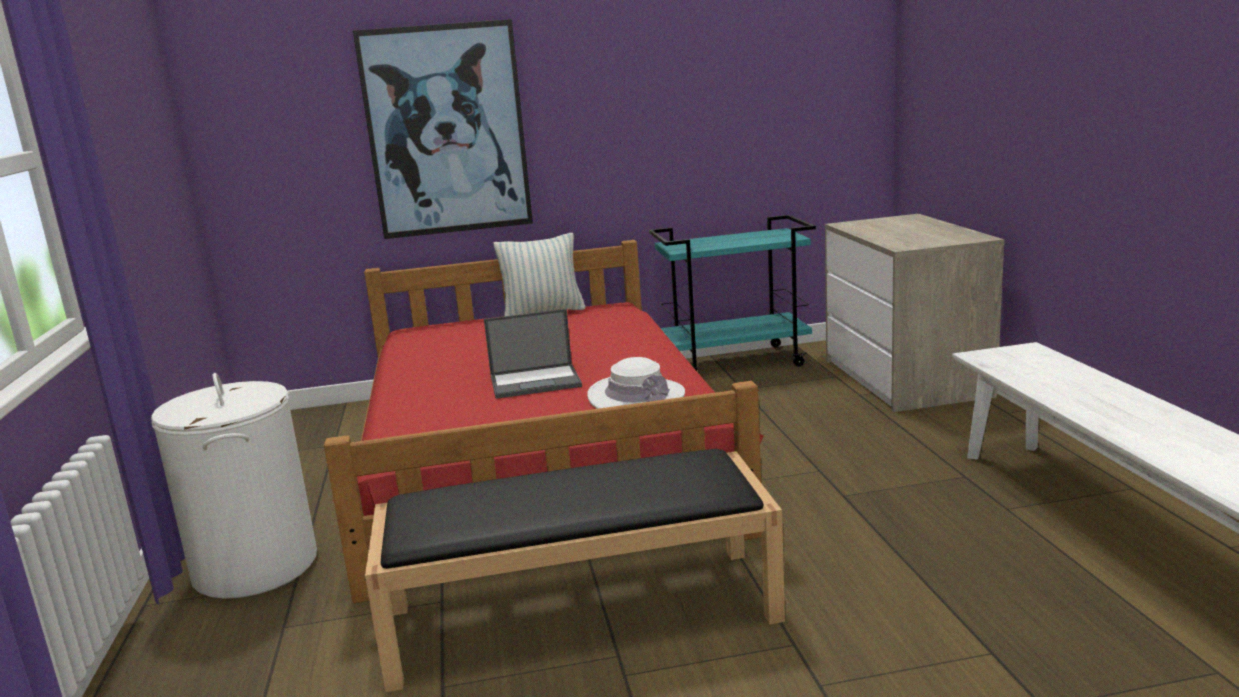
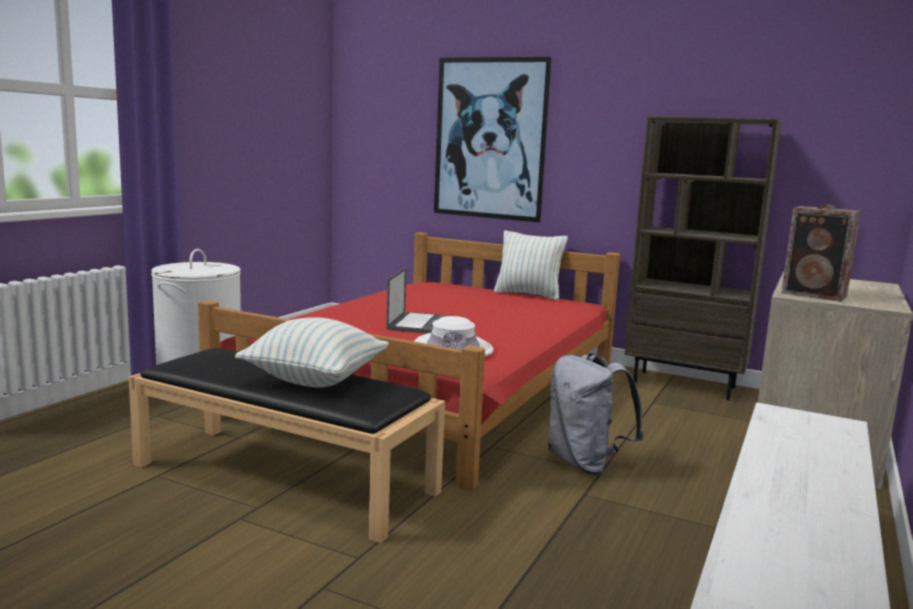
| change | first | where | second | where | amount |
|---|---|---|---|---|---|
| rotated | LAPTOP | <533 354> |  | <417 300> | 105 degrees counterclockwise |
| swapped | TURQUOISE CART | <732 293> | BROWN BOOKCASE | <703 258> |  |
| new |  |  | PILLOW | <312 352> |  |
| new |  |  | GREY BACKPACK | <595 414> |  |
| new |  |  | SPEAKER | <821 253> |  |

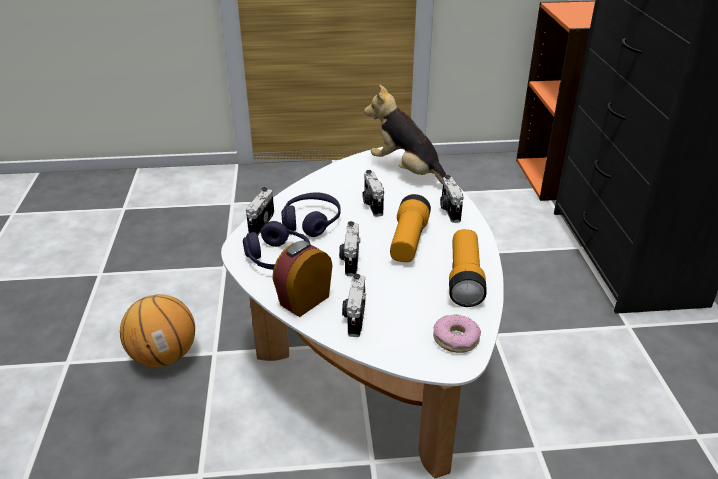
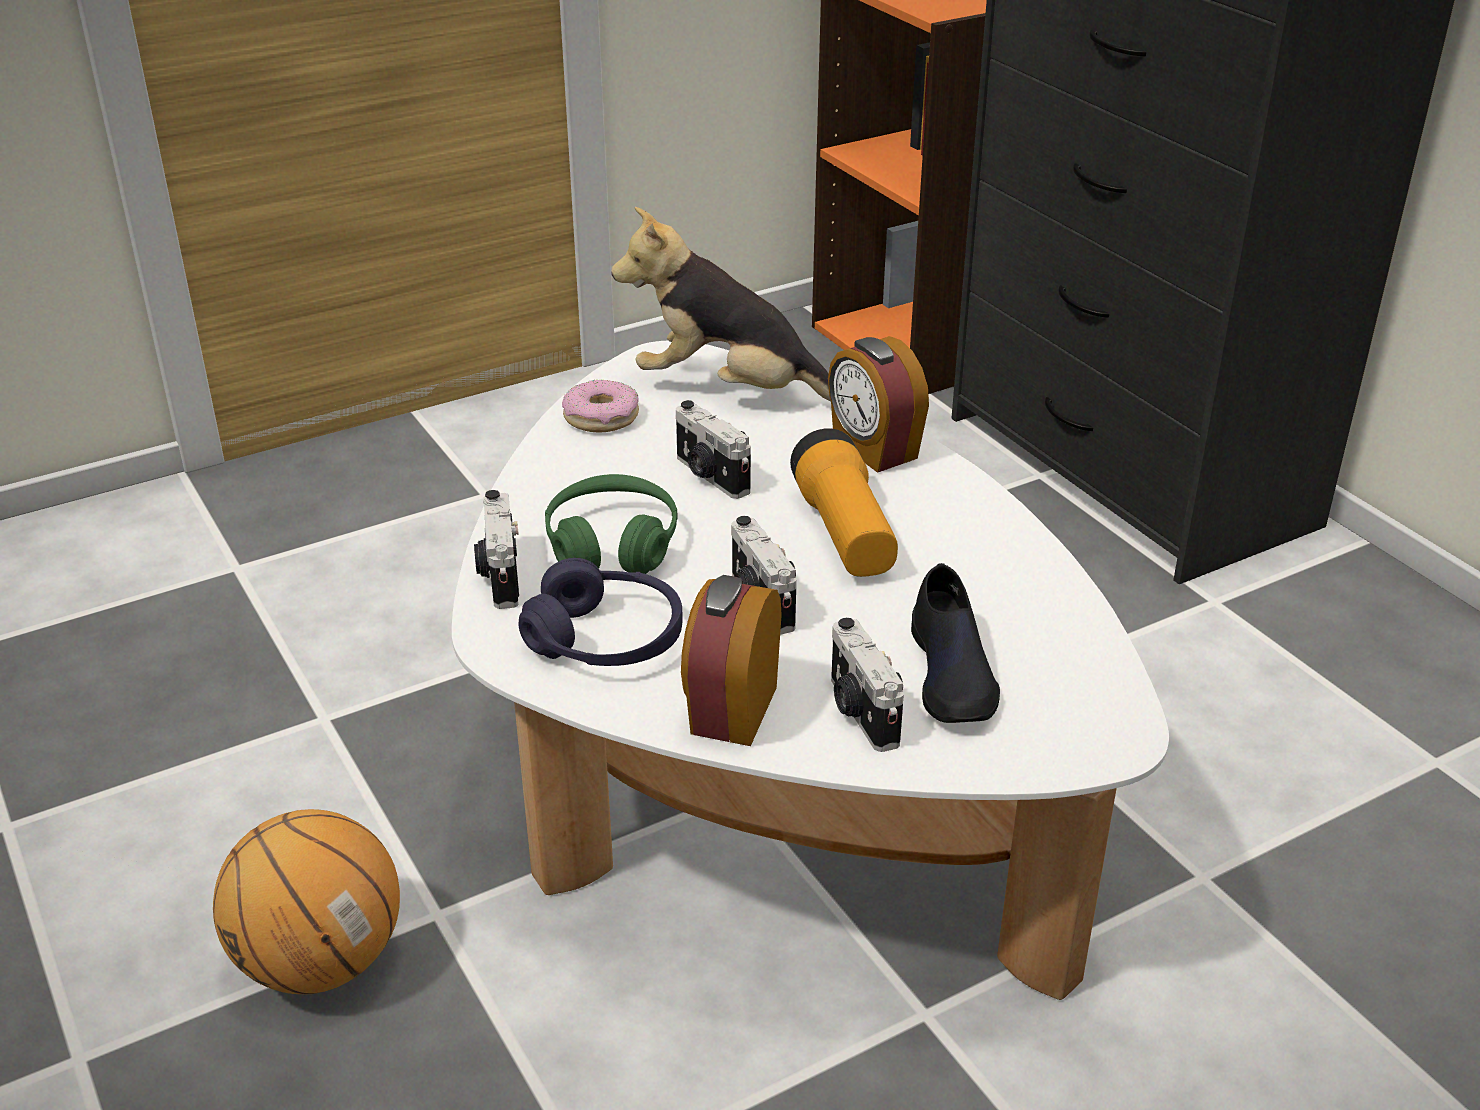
| change | first | where | second | where | amount |
|---|---|---|---|---|---|
| repainted | PURPLE HEADPHONES | <311 214> | GREEN HEADPHONES | <611 524> |  |
| shifted | DONUT | <457 333> |  | <600 406> |  |
| swapped | PHOTO CAMERA | <451 199> | ALARM CLOCK | <878 404> |  |
| gone | FLASHLIGHT | <468 268> |  |  |  |
| new |  |  | BLACK SHOE | <955 643> |  |

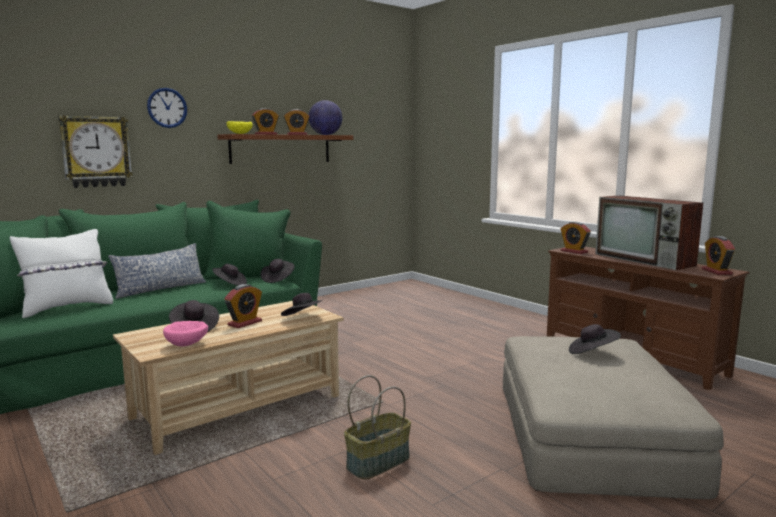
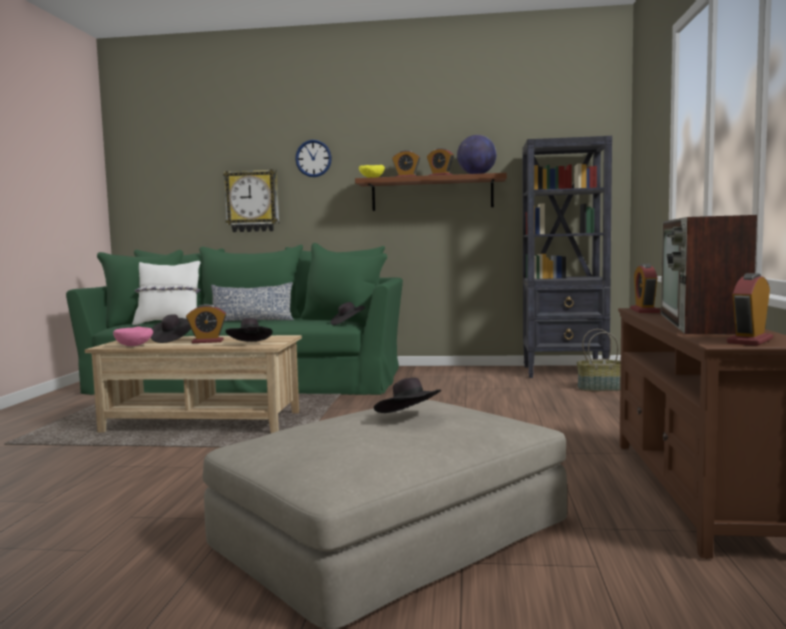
| change | first | where | second | where | amount |
|---|---|---|---|---|---|
| gone | BLACK HAT | <229 275> |  |  |  |
| shifted | BASKET | <377 427> |  | <599 360> |  |
| new |  |  | BLACK BOOKCASE | <567 257> |  |

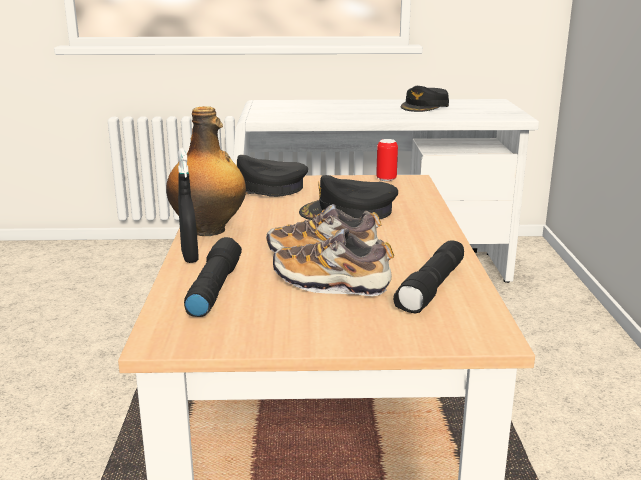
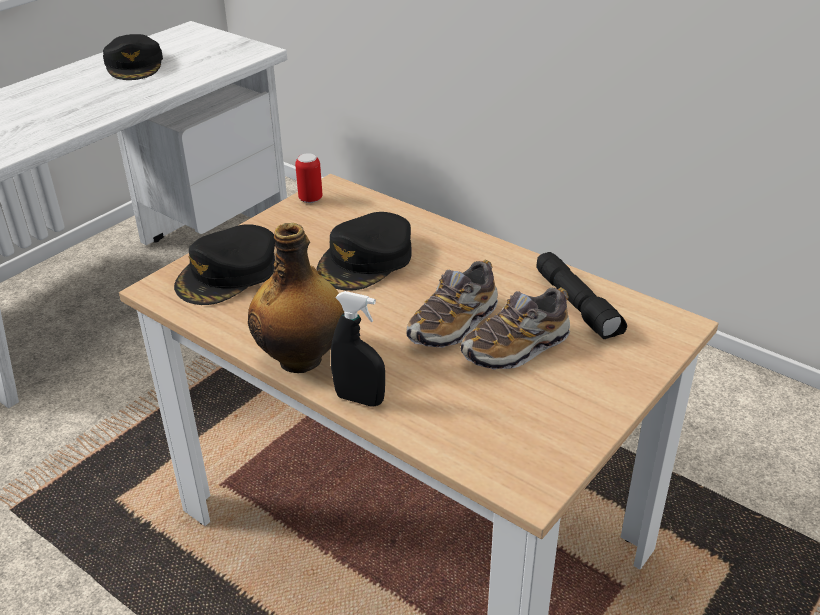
| change | first | where | second | where | amount |
|---|---|---|---|---|---|
| gone | BLACK FLASHLIGHT | <213 277> |  |  |  |

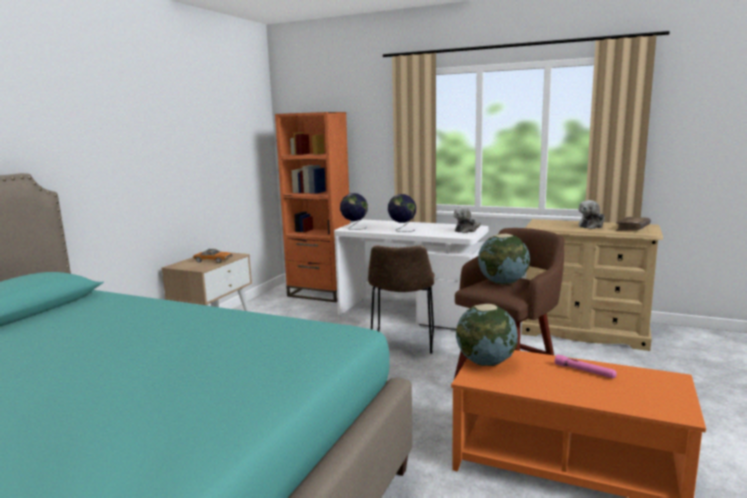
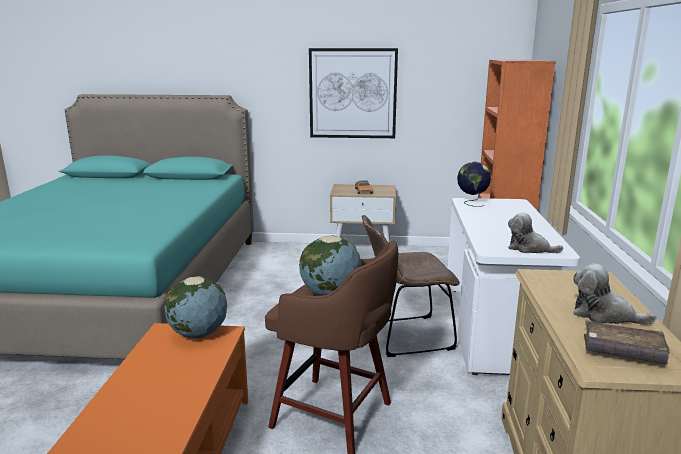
| change | first | where | second | where | amount |
|---|---|---|---|---|---|
| gone | GLOBE | <402 213> |  |  |  |
| gone | PINK FLASHLIGHT | <586 366> |  |  |  |
| new |  |  | PICTURE | <353 93> |  |

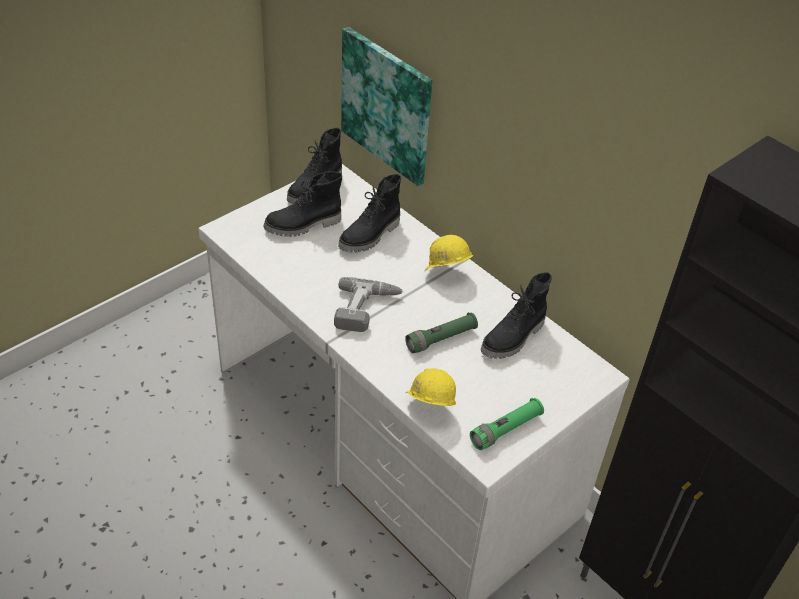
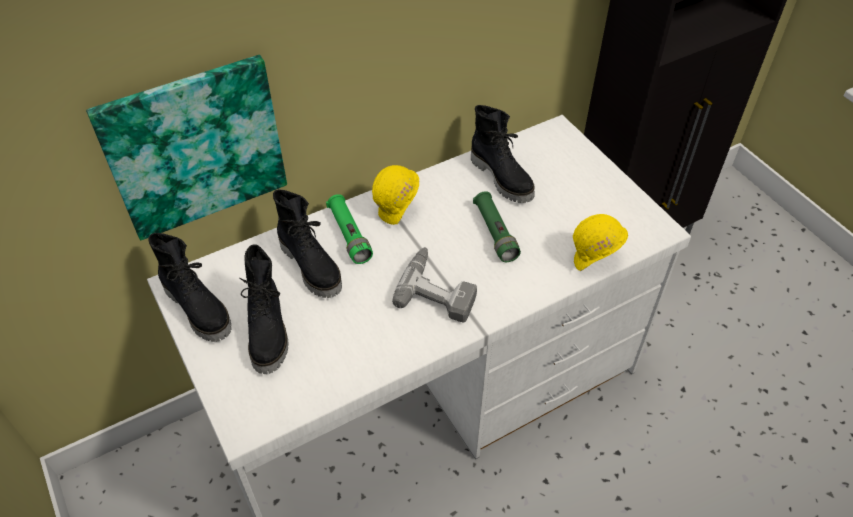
| change | first | where | second | where | amount |
|---|---|---|---|---|---|
| shifted | GREEN FLASHLIGHT | <507 424> |  | <349 229> |  |

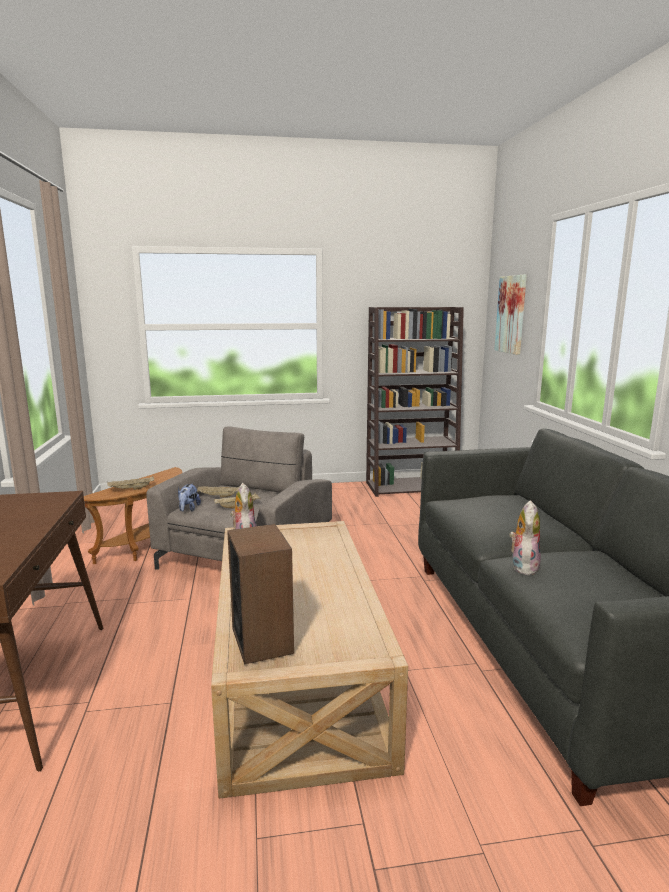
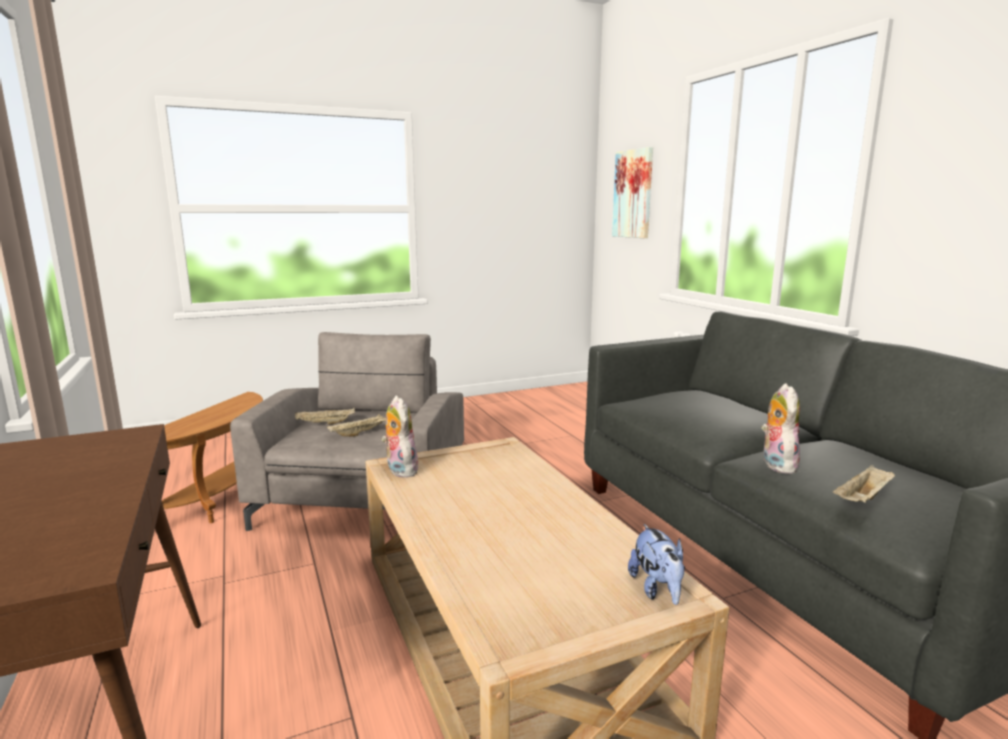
| change | first | where | second | where | amount |
|---|---|---|---|---|---|
| shifted | BEIGE TRAY | <130 483> |  | <864 484> |  |
| shifted | PLUSH TOY | <189 497> |  | <656 564> |  |
| gone | SPEAKER | <260 594> |  |  |  |
| gone | BROWN BOOKCASE | <415 402> |  |  |  |

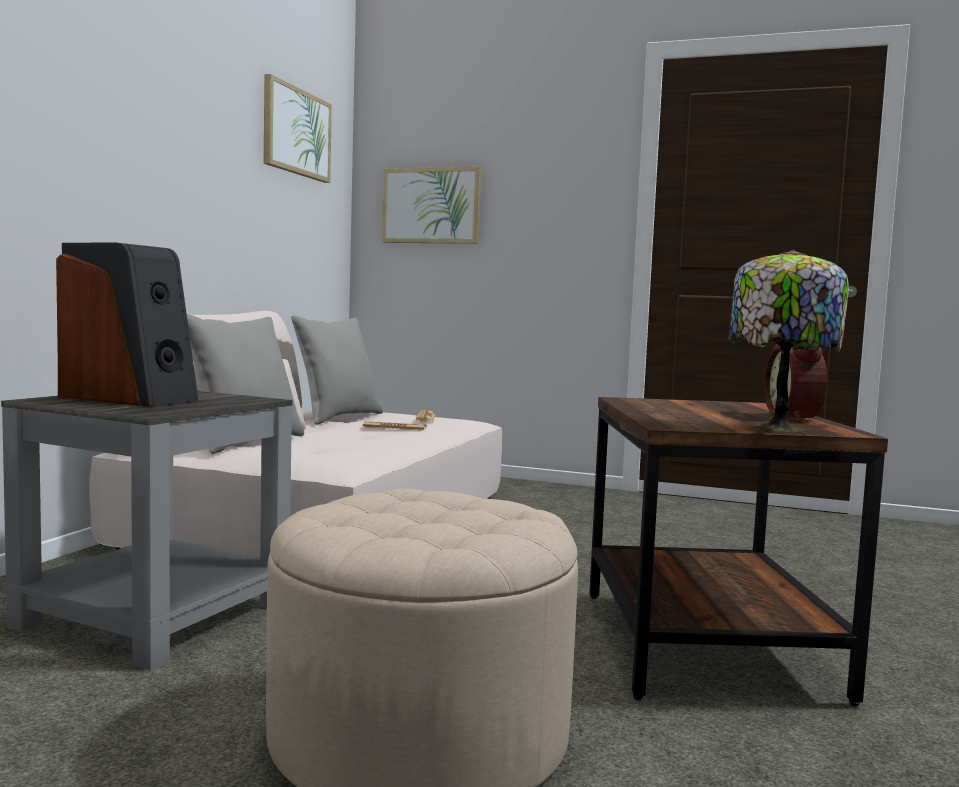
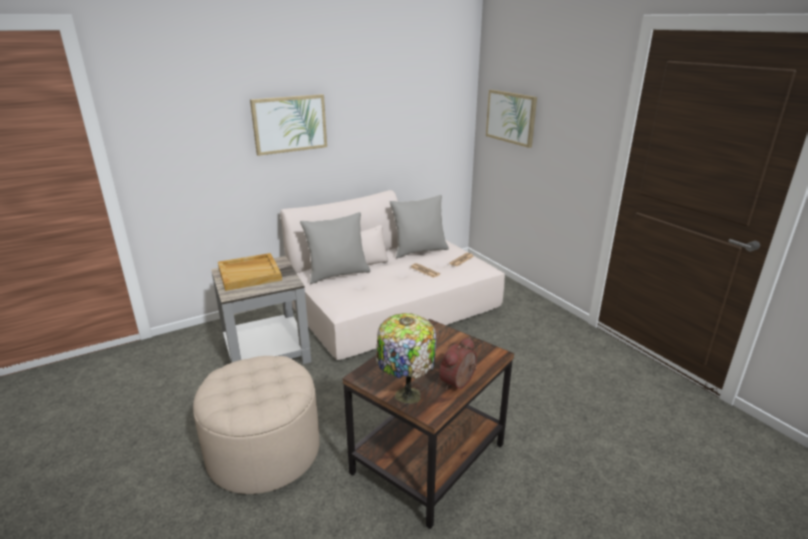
| change | first | where | second | where | amount |
|---|---|---|---|---|---|
| swapped | SPEAKER | <127 325> | BEIGE TRAY | <250 272> |  |
| shifted | PICTURE | <298 128> |  | <288 125> |  |

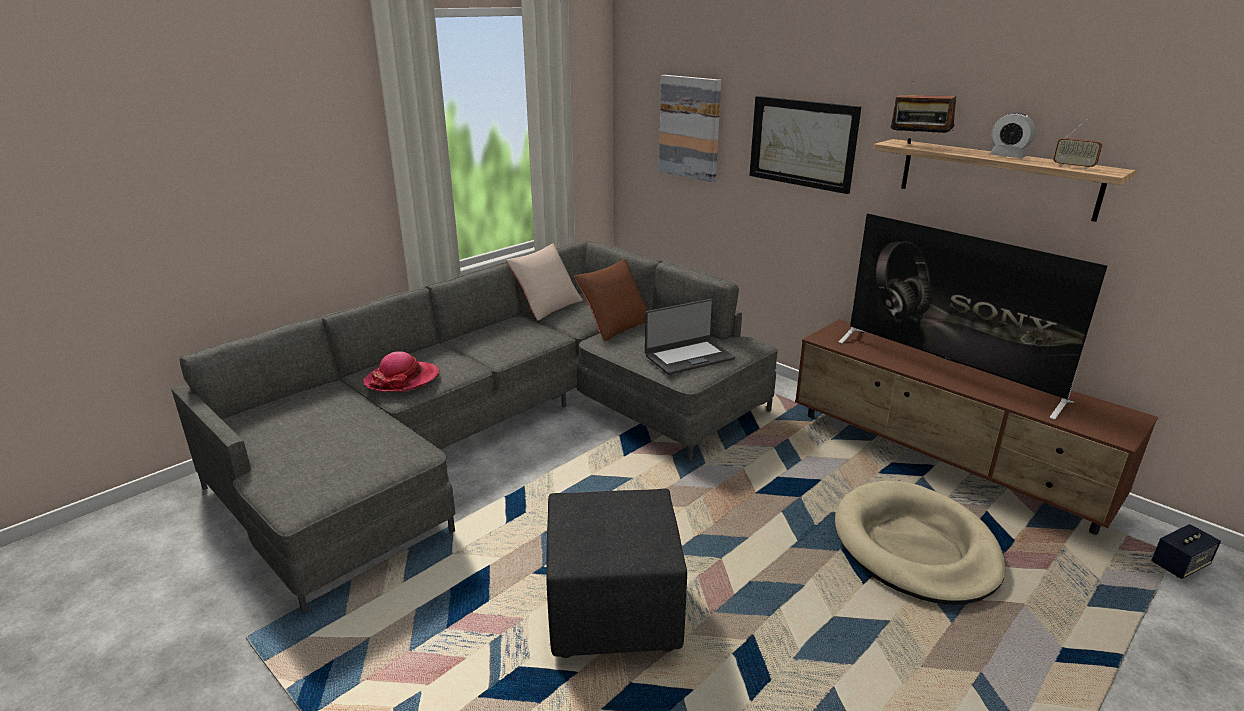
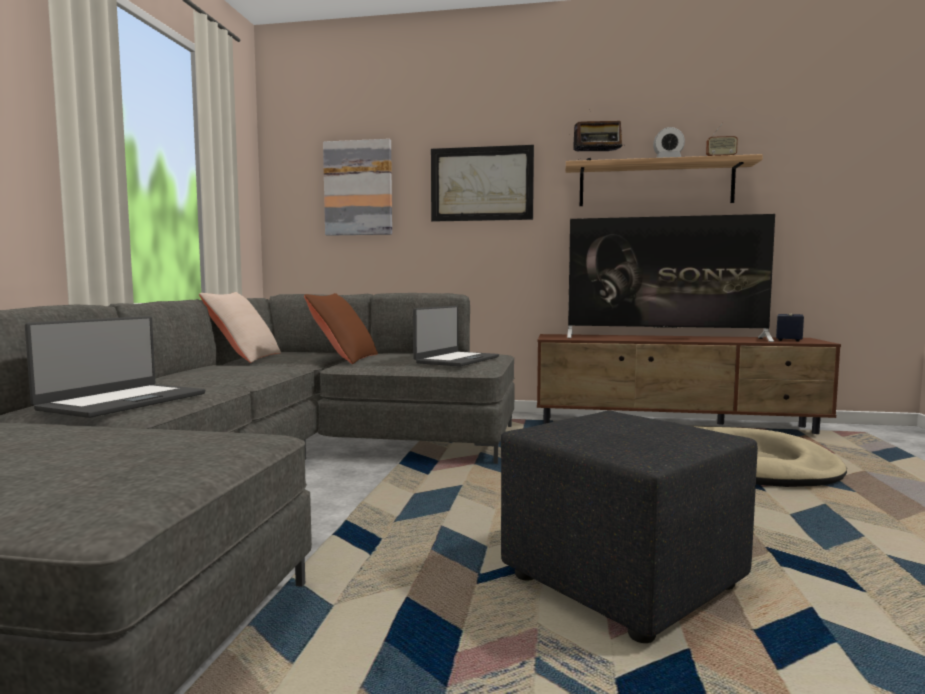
| change | first | where | second | where | amount |
|---|---|---|---|---|---|
| swapped | HAT | <401 371> | LAPTOP | <115 367> |  |
| shifted | SPEAKER | <1186 551> |  | <790 327> |  |

